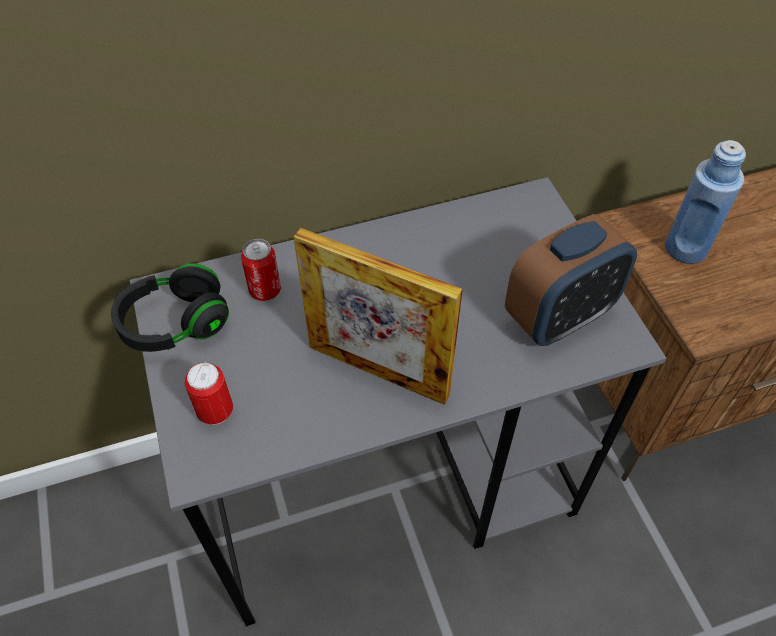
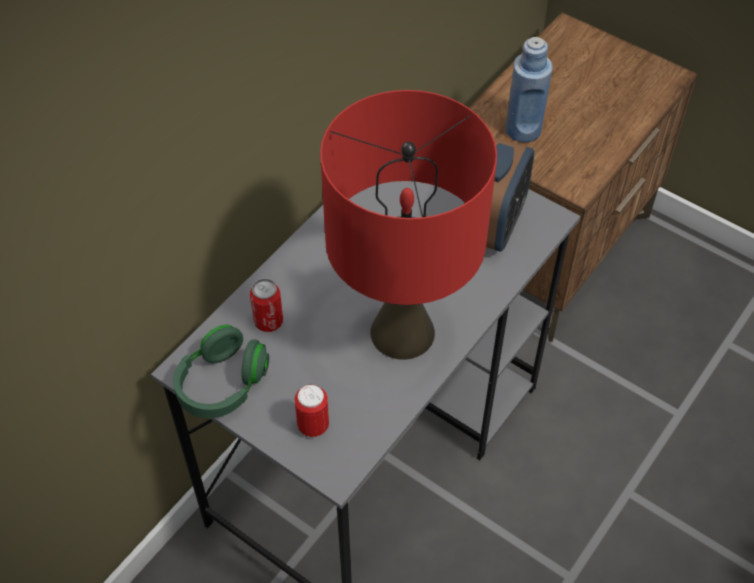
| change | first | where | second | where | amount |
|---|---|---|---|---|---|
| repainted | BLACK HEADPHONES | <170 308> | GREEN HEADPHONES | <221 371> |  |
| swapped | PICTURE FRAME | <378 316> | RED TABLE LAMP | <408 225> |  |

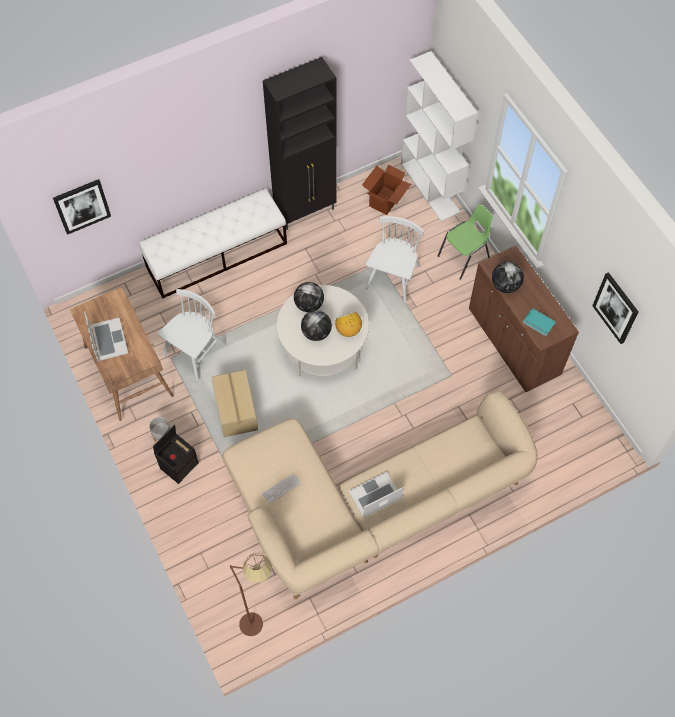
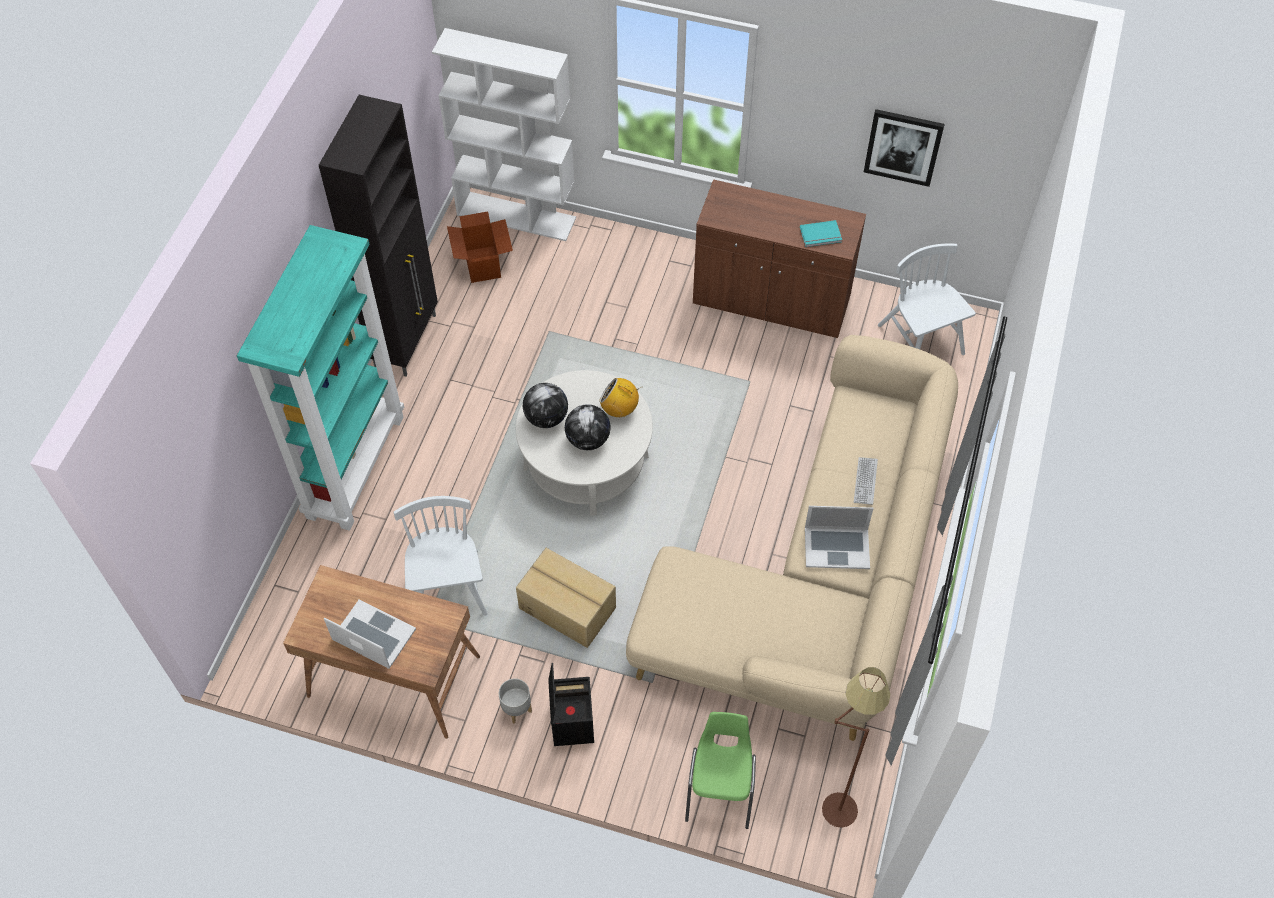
| change | first | where | second | where | amount |
|---|---|---|---|---|---|
| gone | PICTURE | <82 207> |  |  |  |
| swapped | WHITE BENCH | <213 243> | TURQUOISE BOOKCASE | <320 378> |  |
| shifted | KEYBOARD | <281 488> |  | <866 481> |  |
| rotated | LAPTOP | <375 495> |  | <839 537> | 105 degrees counterclockwise |
| shifted | WHITE CHAIR | <394 259> |  | <927 299> |  |
| shifted | GREEN CHAIR | <465 242> |  | <720 770> |  |
| gone | GLOBE | <508 277> |  |  |  |

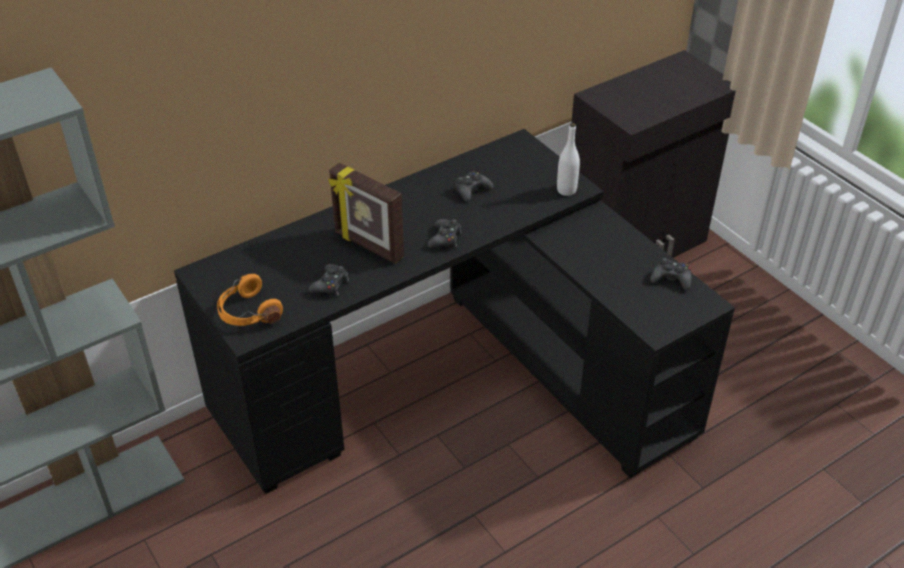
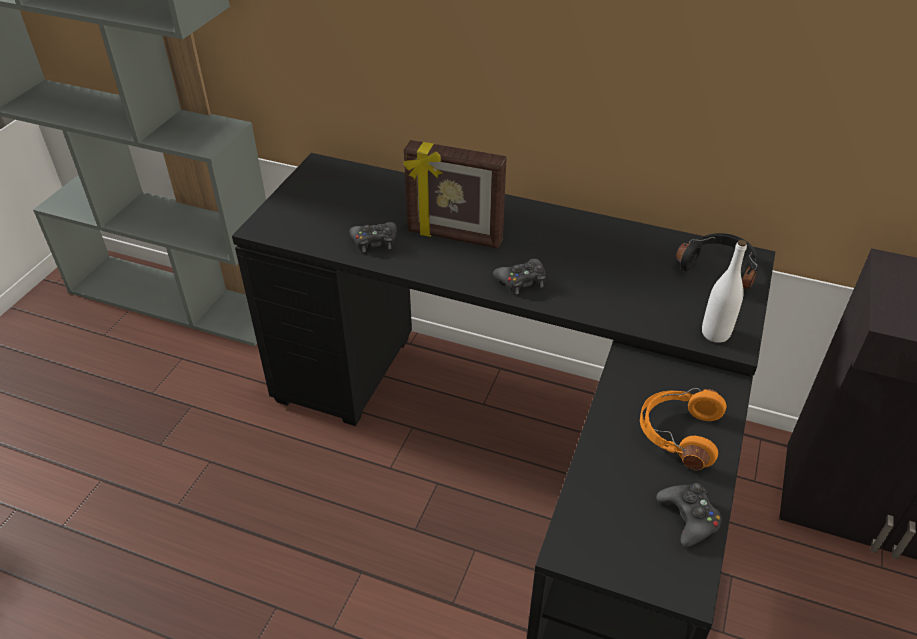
| change | first | where | second | where | amount |
|---|---|---|---|---|---|
| shifted | ORANGE HEADPHONES | <250 300> |  | <683 429> |  |
| rotated | PICTURE FRAME | <366 213> |  | <455 194> | 75 degrees counterclockwise |
| gone | BLACK GAME CONTROLLER | <474 186> |  |  |  |
| new |  |  | BLACK HEADPHONES | <717 261> |  |

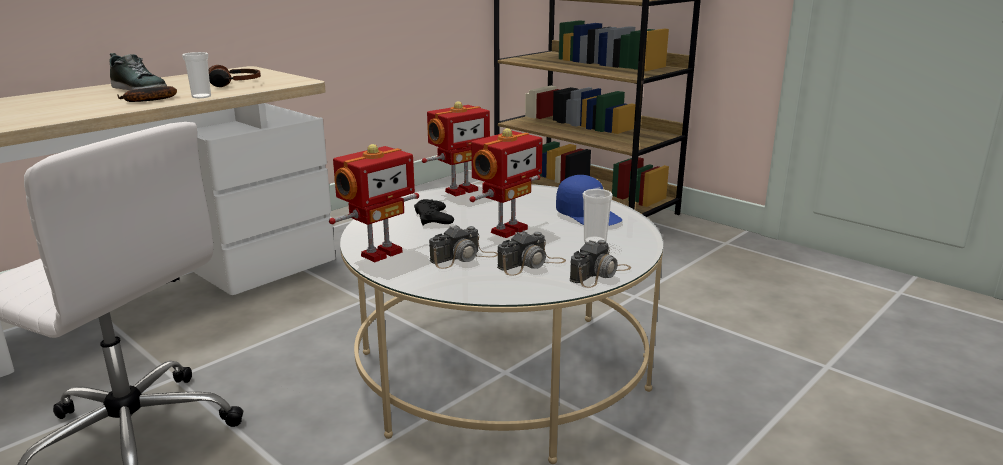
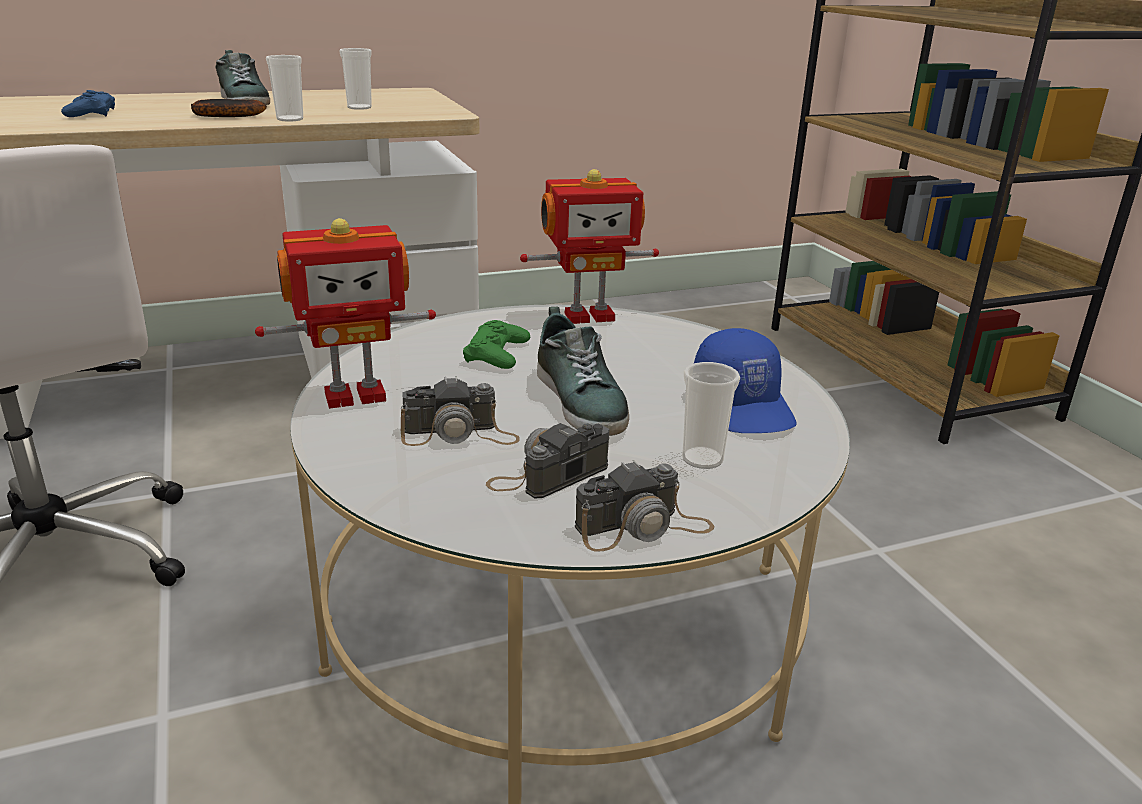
| change | first | where | second | where | amount |
|---|---|---|---|---|---|
| swapped | HEADPHONES | <234 76> | CUP | <355 79> |  |
| repainted | BLACK GAME CONTROLLER | <434 212> | GREEN GAME CONTROLLER | <496 344> |  |
| swapped | TOY ROBOT | <506 183> | SHOE | <583 371> |  |
| rotated | PHOTO CAMERA | <531 253> |  | <547 460> | 150 degrees clockwise |
| new |  |  | BLUE GAME CONTROLLER | <88 103> |  |

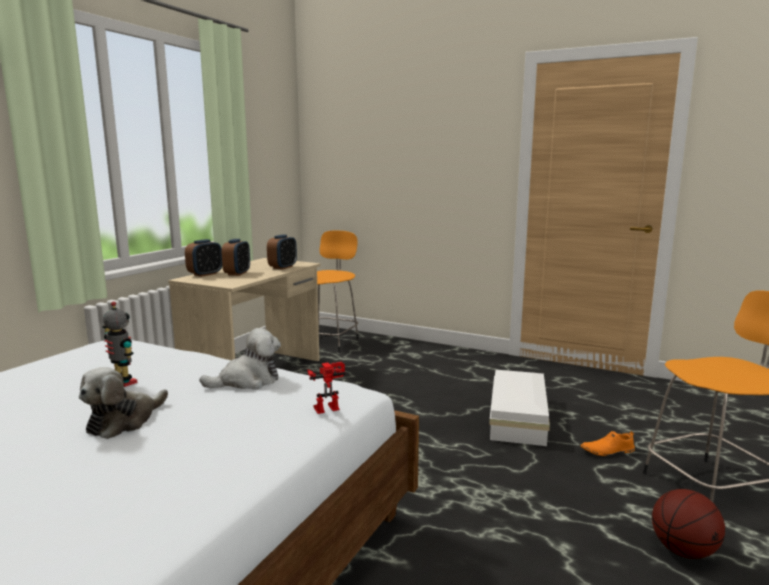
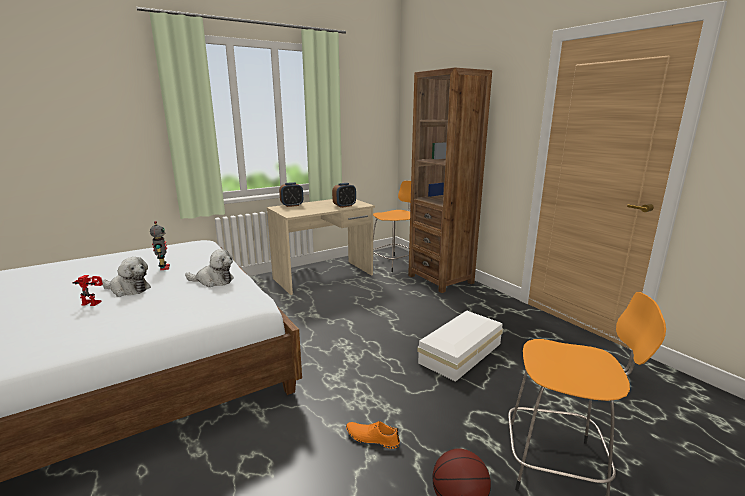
| change | first | where | second | where | amount |
|---|---|---|---|---|---|
| rotated | PLUSH TOY | <123 403> |  | <126 277> | 135 degrees counterclockwise |
| gone | ALARM CLOCK | <236 257> |  |  |  |
| shifted | TOY ROBOT | <326 388> |  | <88 290> |  |
| shifted | ORANGE SHOE | <608 443> |  | <373 435> |  |
| new |  |  | BROWN BOOKCASE | <450 180> |  |

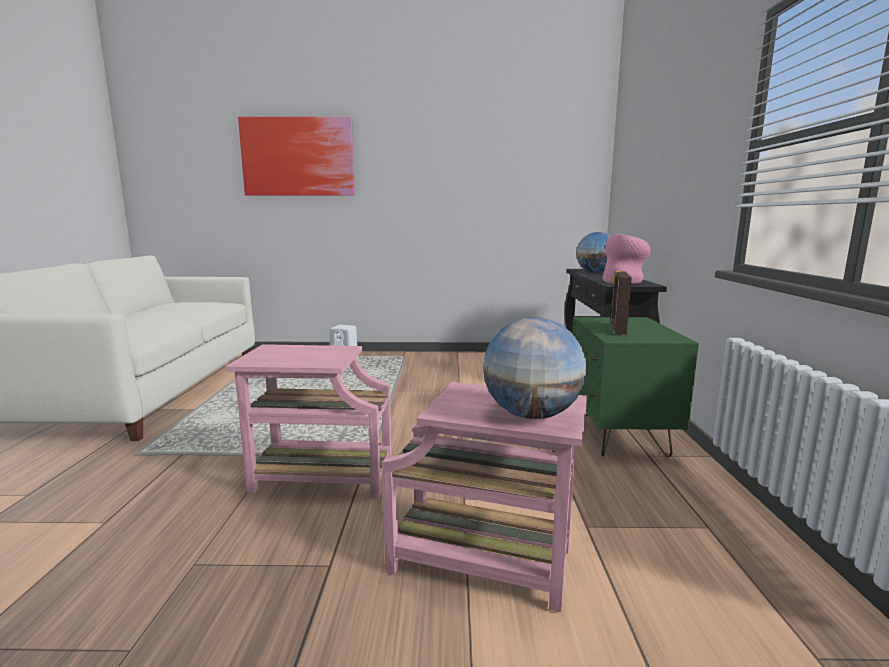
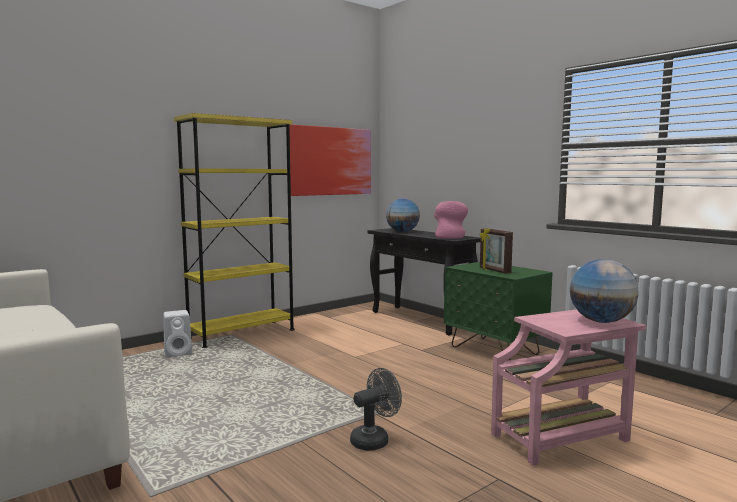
| change | first | where | second | where | amount |
|---|---|---|---|---|---|
| swapped | PINK SIDE TABLE | <308 421> | GREY FAN | <376 409> |  |
| shifted | PICTURE | <296 156> |  | <330 160> |  |
| new |  |  | YELLOW BOOKCASE | <234 230> |  |

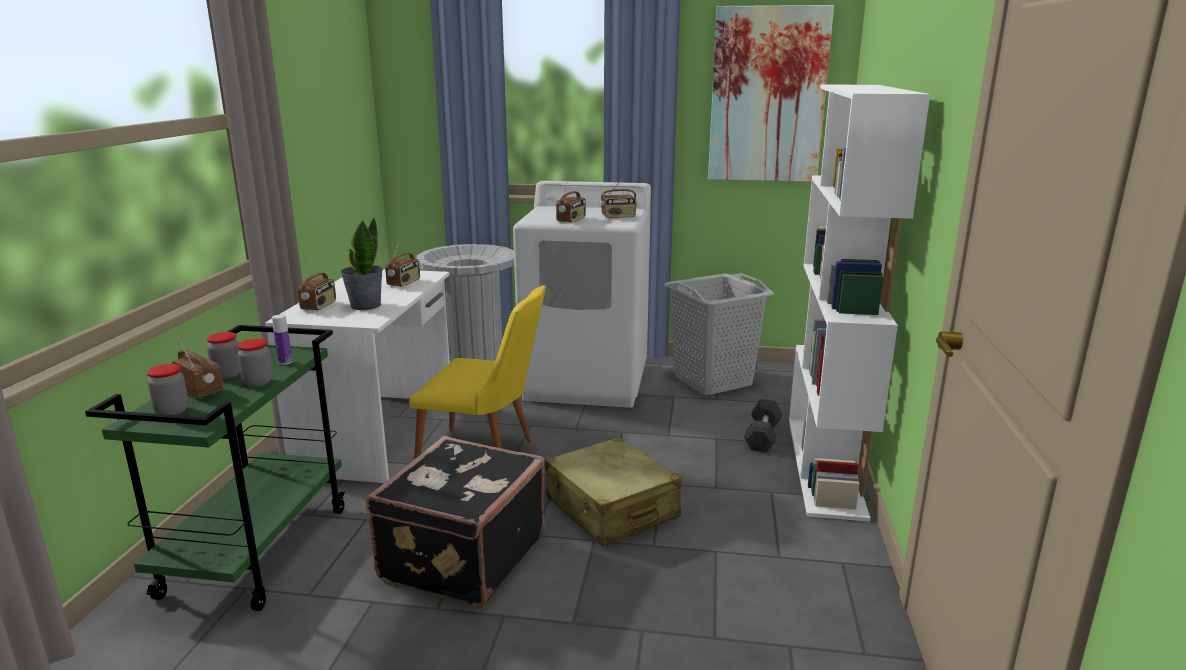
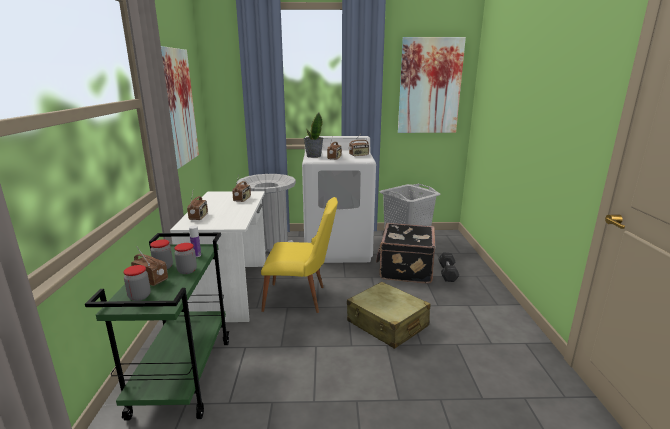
| change | first | where | second | where | amount |
|---|---|---|---|---|---|
| shifted | POTTED PLANT | <361 263> |  | <313 135> |  |
| shifted | BLACK SUITCASE | <455 522> |  | <405 253> |  |
| gone | WHITE BOOKCASE | <859 303> |  |  |  |
| new |  |  | PICTURE | <180 107> |  |

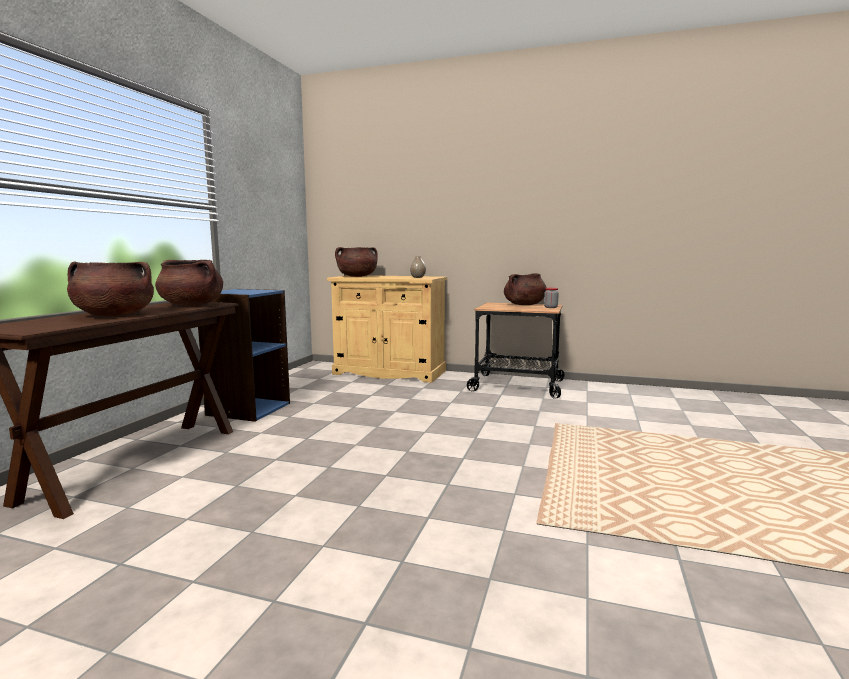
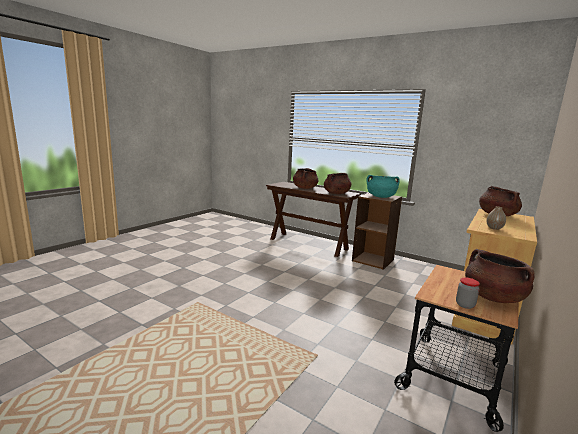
| change | first | where | second | where | amount |
|---|---|---|---|---|---|
| repainted | BLUE BOOKCASE | <244 355> | BROWN BOOKCASE | <377 231> |  |
| new |  |  | TURQUOISE COOKING POT | <383 186> |  |

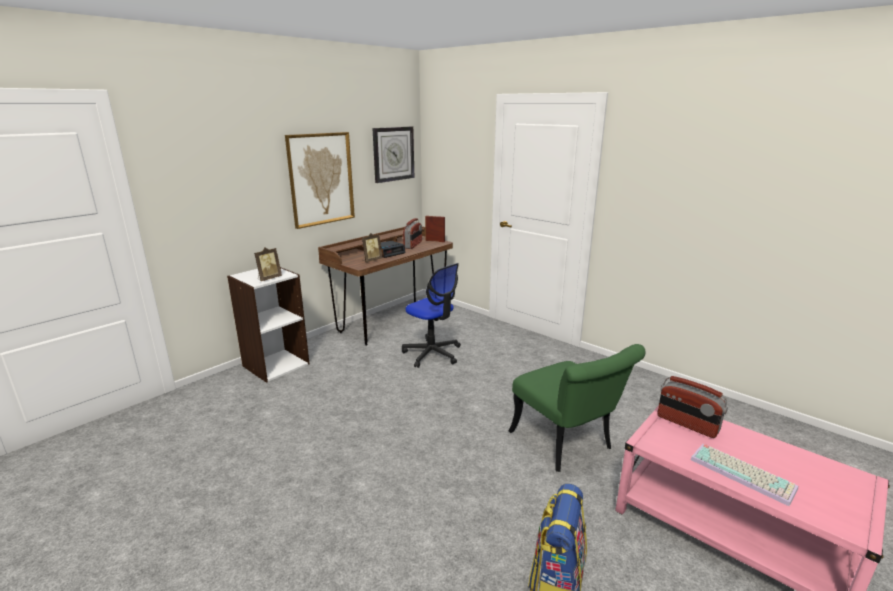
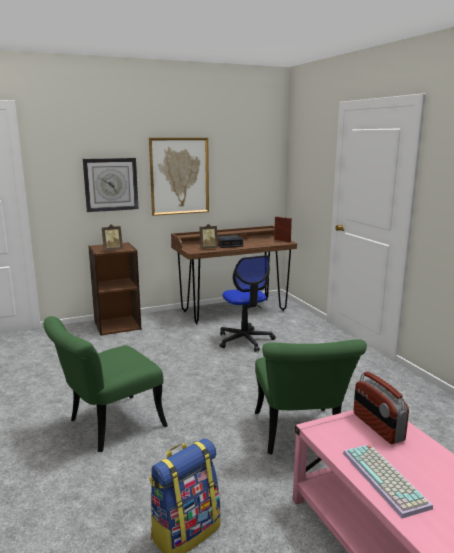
| change | first | where | second | where | amount |
|---|---|---|---|---|---|
| repainted | WHITE BOOKCASE | <268 325> | BROWN BOOKCASE | <114 289> |  |
| shifted | WALL CLOCK | <393 155> |  | <111 185> |  |
| gone | RADIO | <412 233> |  |  |  |
| new |  |  | GREEN CHAIR | <105 384> |  |

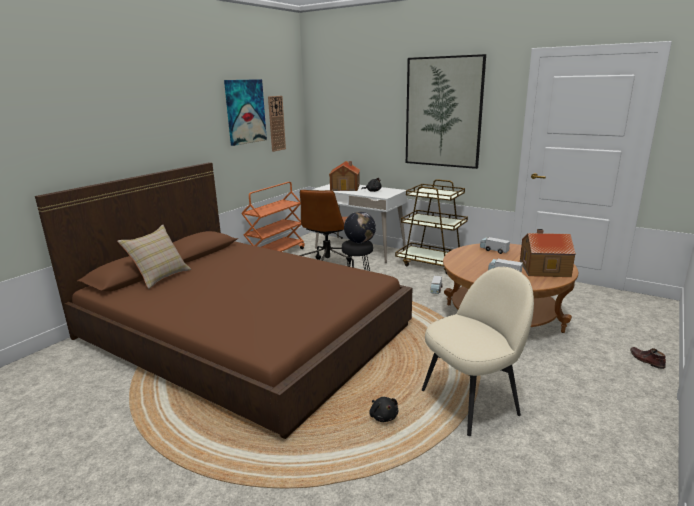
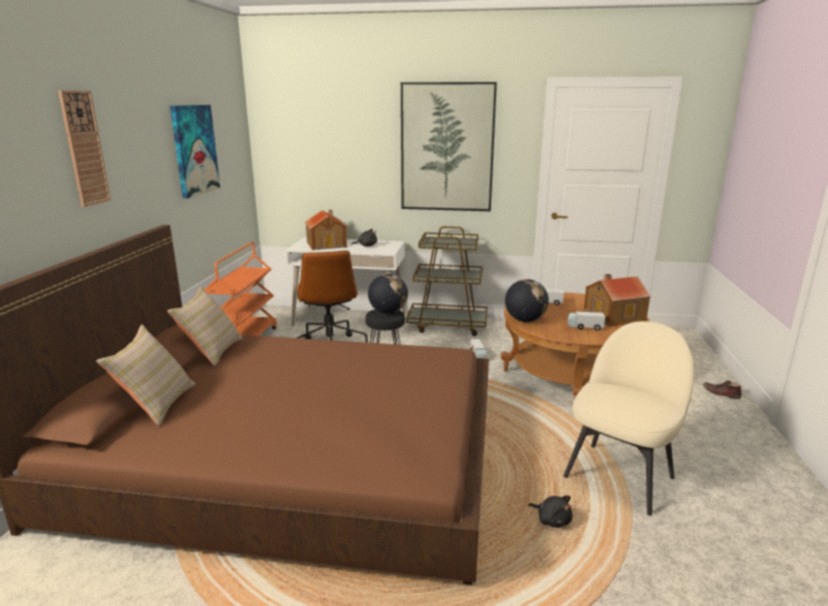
| change | first | where | second | where | amount |
|---|---|---|---|---|---|
| shifted | WALL CLOCK | <277 124> |  | <84 148> |  |
| new |  |  | BEIGE PILLOW | <205 326> |  |
| new |  |  | GLOBE | <527 300> |  |

